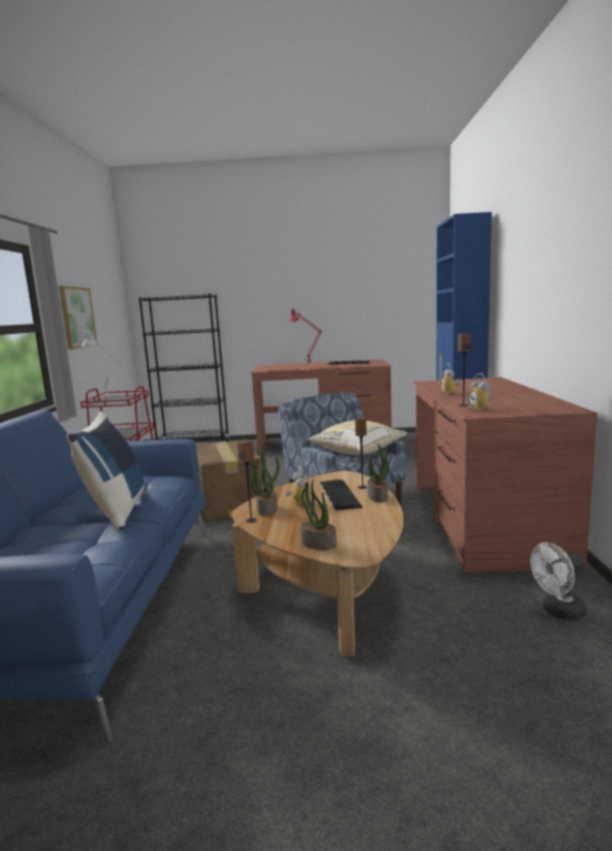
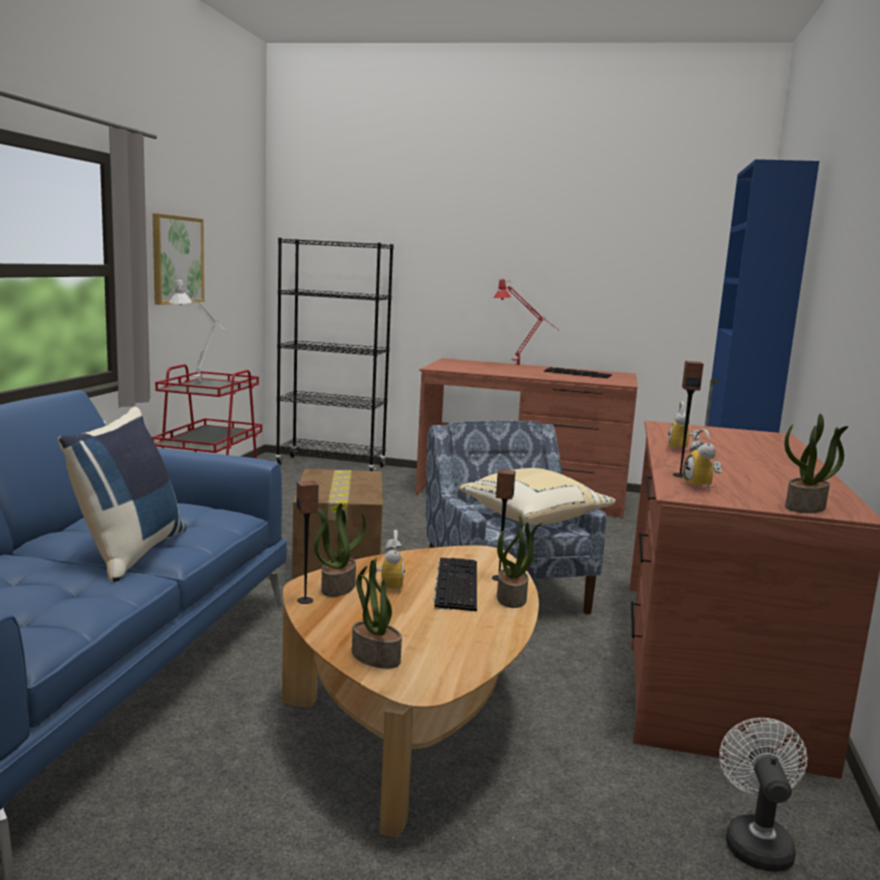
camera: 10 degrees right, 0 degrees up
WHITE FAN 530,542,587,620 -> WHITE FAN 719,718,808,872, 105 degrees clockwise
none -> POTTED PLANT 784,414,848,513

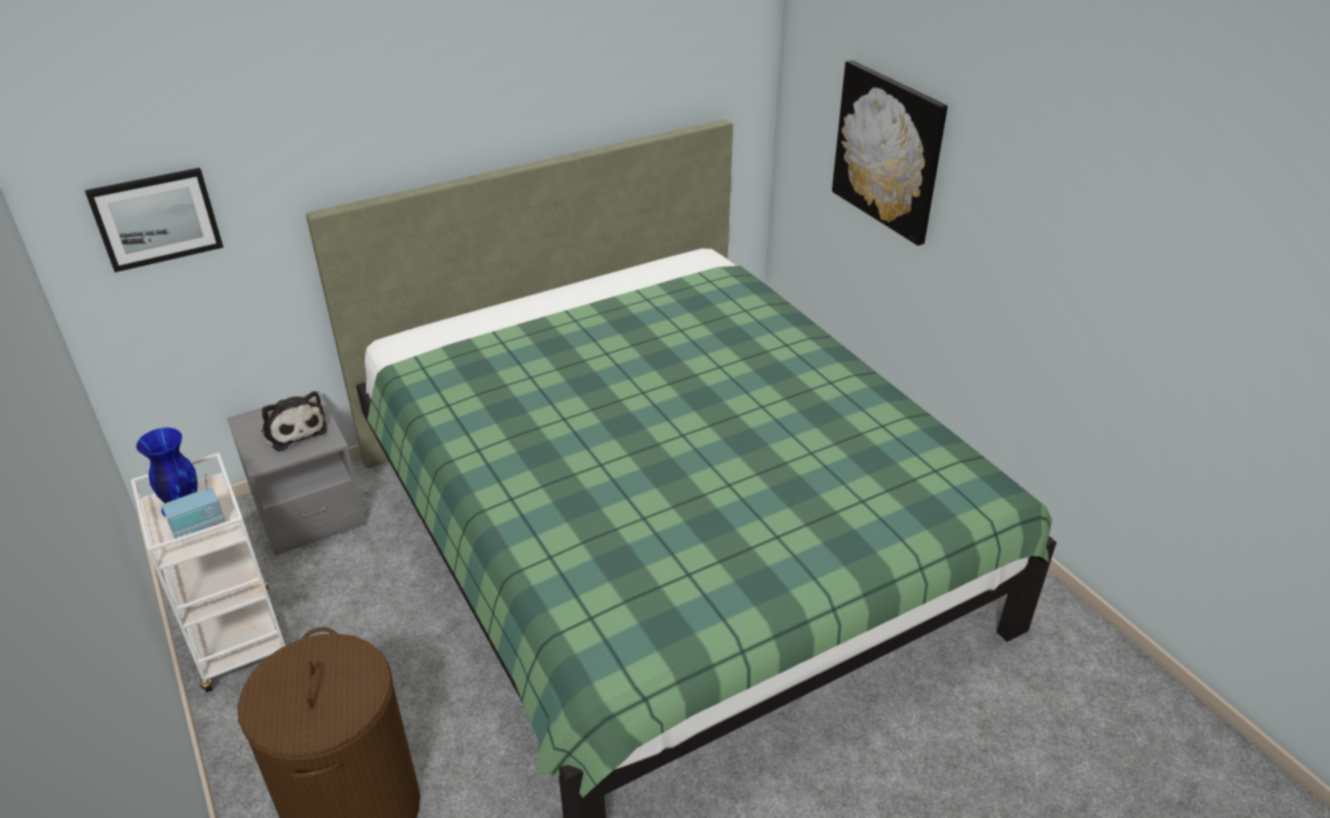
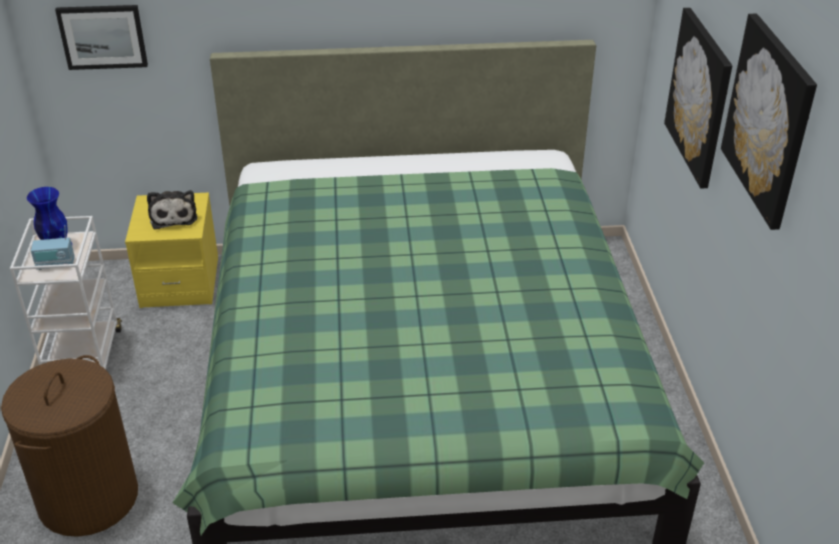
camera: 25 degrees right, 0 degrees up
GREYISH NIGHTSTAND 227,391,366,556 -> YELLOW NIGHTSTAND 125,193,218,308
none -> WALL PICTURE 721,14,817,230

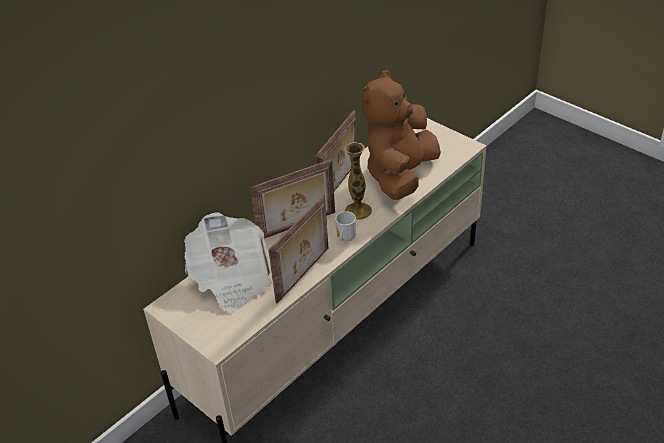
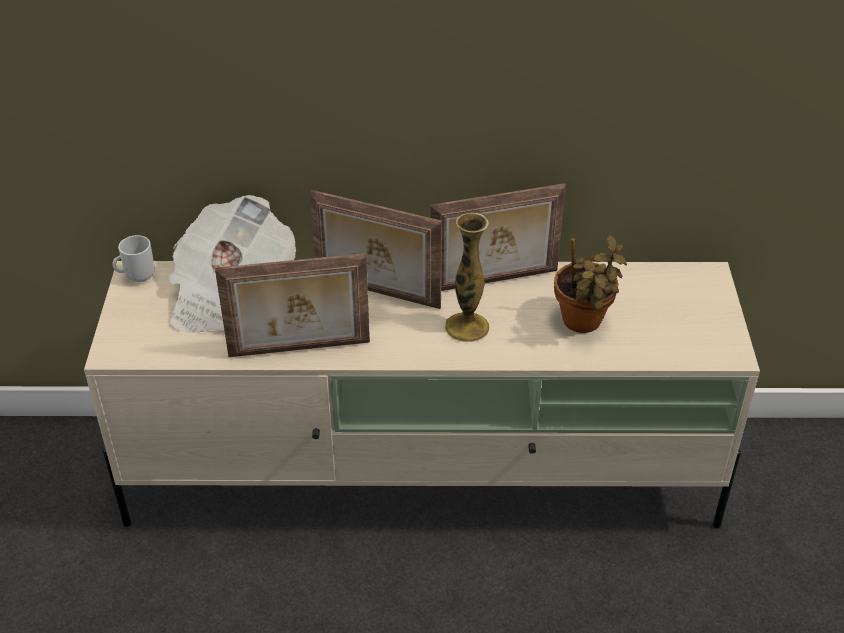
camera: 45 degrees right, 0 degrees up
BROWN CUDDLY TOY 361,70,441,200 -> POTTED PLANT 554,236,627,333
MUG 335,211,356,242 -> MUG 112,235,155,282, relocated

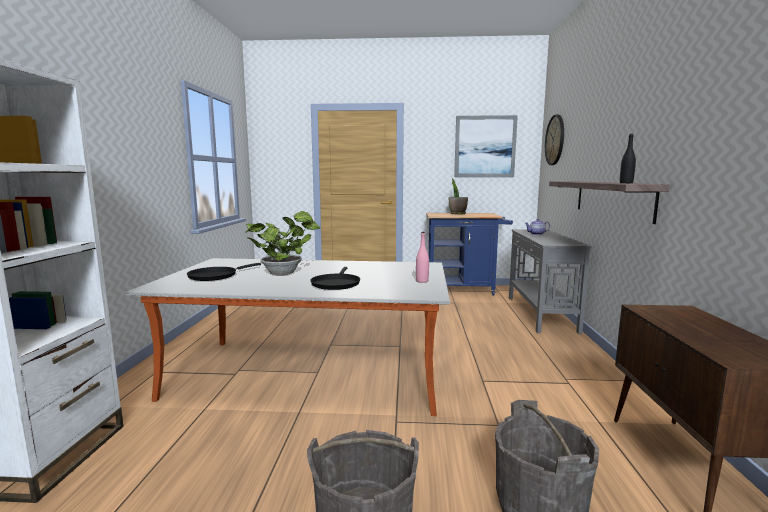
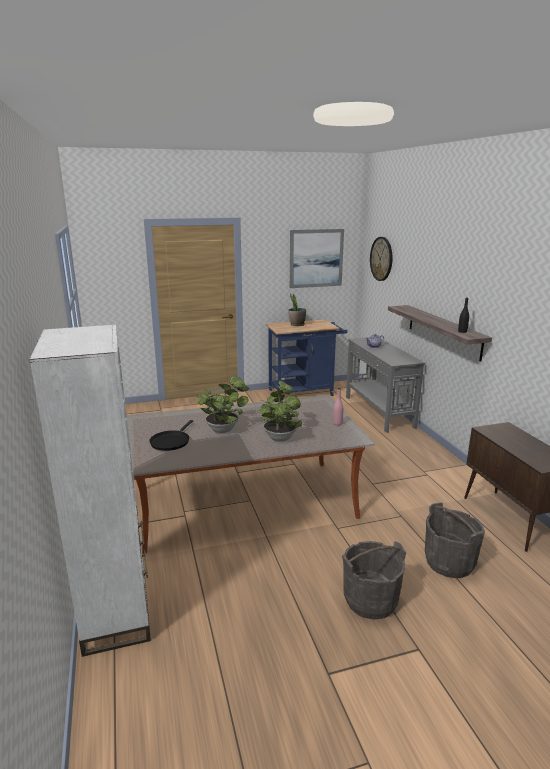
camera: 20 degrees left, 10 degrees up
BLACKISH FRYING PAN 311,267,360,290 -> POTTED PLANT 257,381,302,441

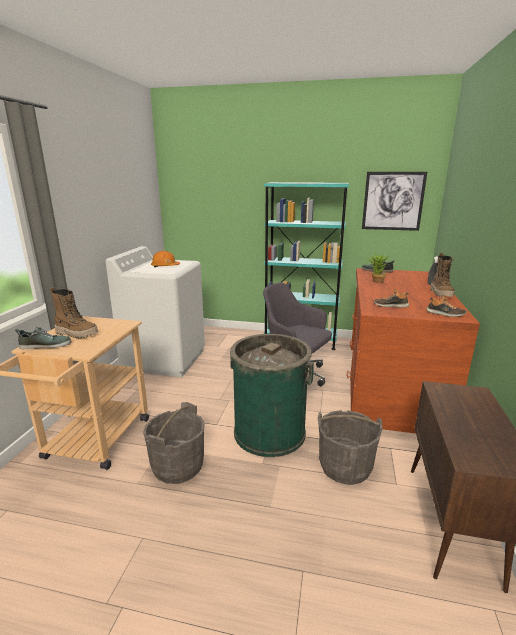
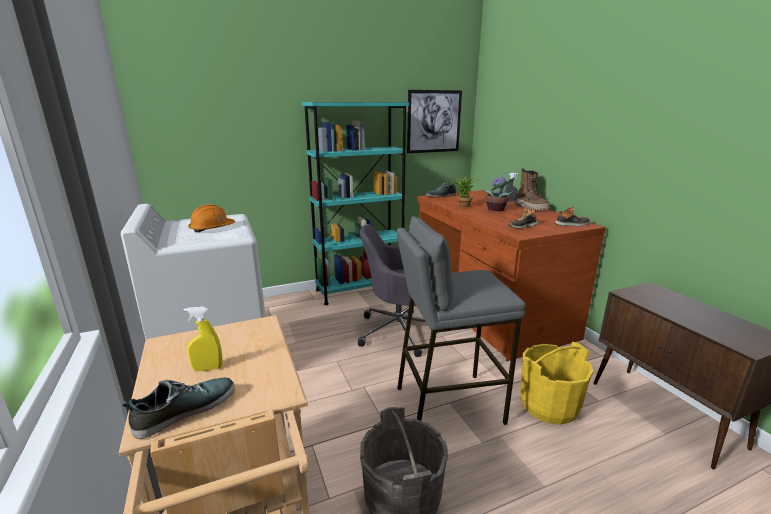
camera: 35 degrees left, 0 degrees up
HIGH-TOP BOOT 50,288,98,339 -> YELLOW SPRAY BOTTLE 184,306,222,372
GREEN TRASH CAN 230,334,314,457 -> GREYISH STOOL 397,216,526,425
GREYISH BUCKET 317,410,382,485 -> YELLOW BUCKET 520,342,593,425
none -> POTTED PLANT 483,172,516,211

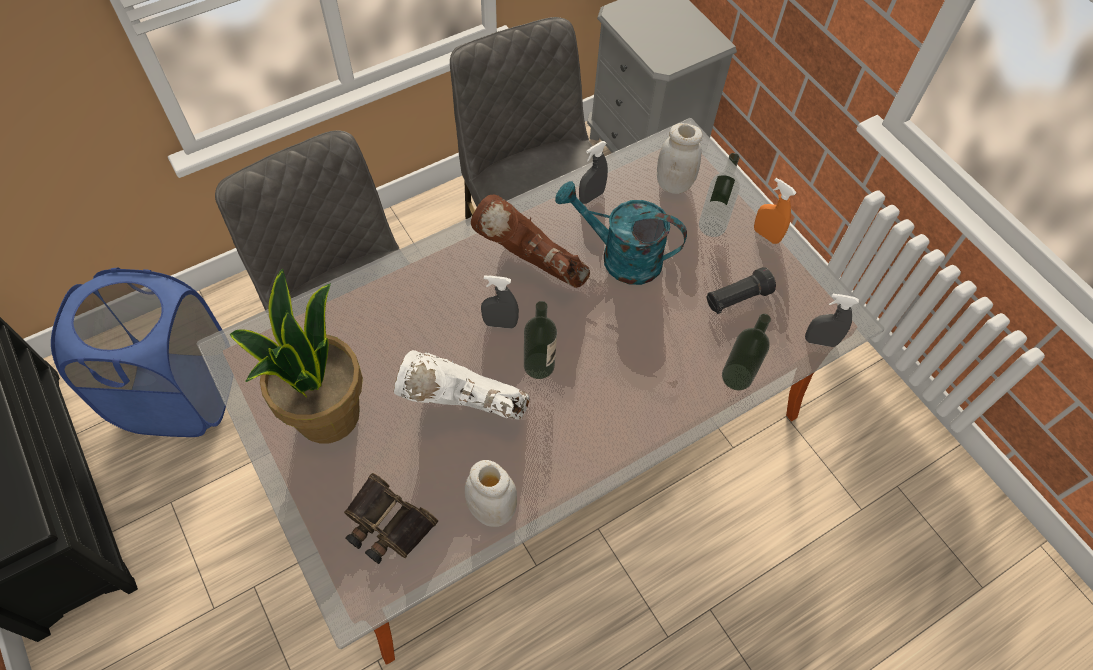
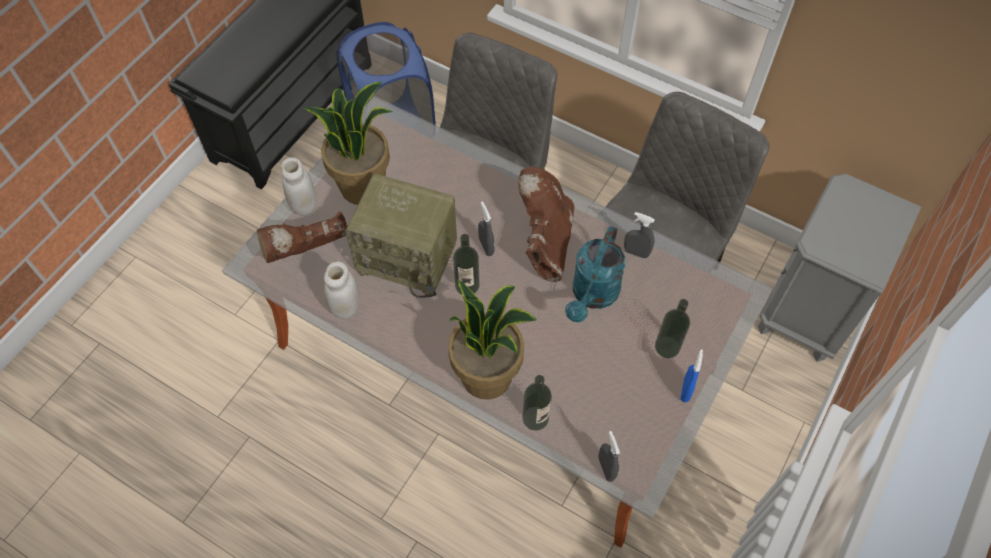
camera: 65 degrees right, 0 degrees up
WHITE STORAGE JAR 657,123,702,194 -> WHITE STORAGE JAR 281,157,316,215, relocated
ORANGE SPRAY BOTTLE 754,178,796,244 -> BLUISH SPRAY BOTTLE 680,349,703,402
BLUE-GREEN WATERING POT 555,181,687,285 -> BLUE-GREEN WATERING POT 565,226,625,322, 150 degrees counterclockwise
BLACKISH FLASHLIGHT 706,267,776,314 -> none
WHITE HIGH-TOP BOOT 394,350,530,419 -> RADIO RECEIVER 345,174,457,298
FIELD GLASSES 344,473,438,564 -> BROWN HIGH-TOP BOOT 257,211,347,263
none -> POTTED PLANT 448,279,537,400

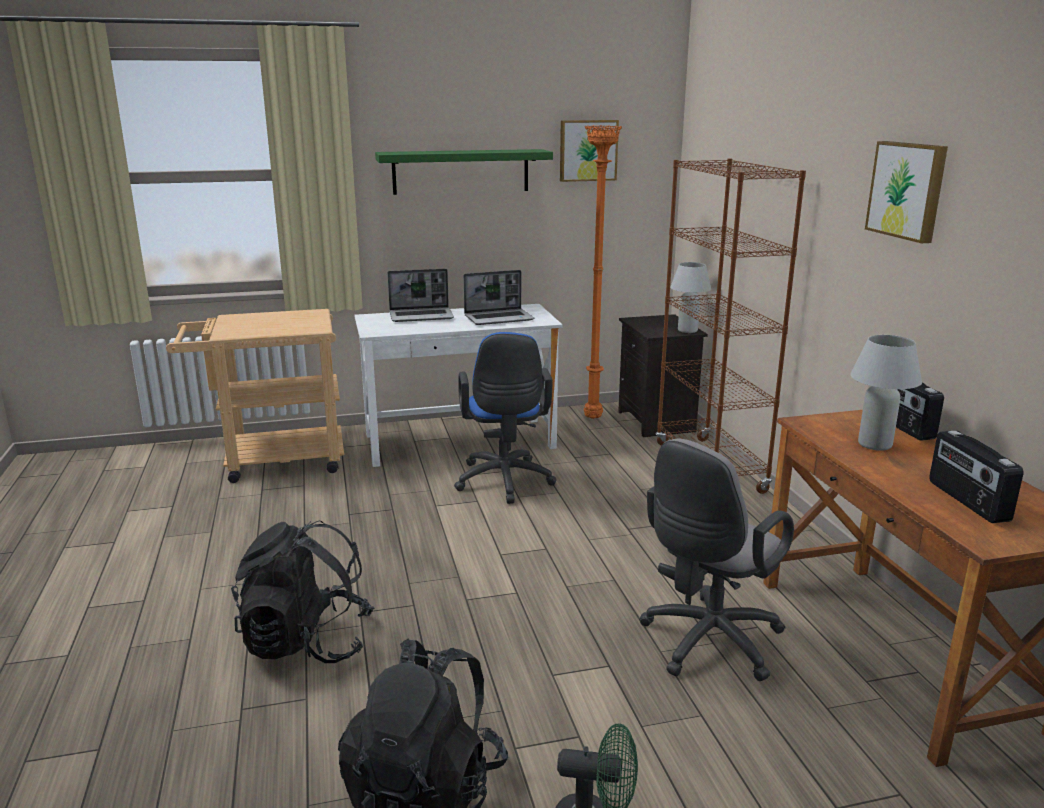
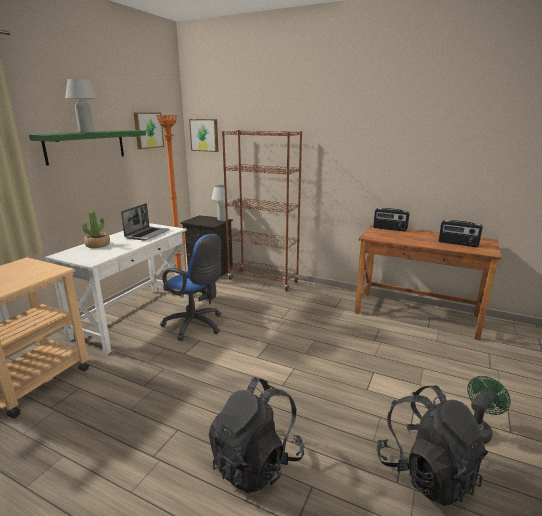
camera: 50 degrees left, 0 degrees up
WALL PICTURE 865,141,948,243 -> WALL PICTURE 189,119,218,152, relocated
LAPTOP 387,269,454,322 -> POTTED PLANT 82,210,110,248
WHITE TABLETOP LAMP 850,335,922,451 -> WHITE TABLETOP LAMP 65,79,97,133, relocated
GREYISH OFFICE CHAIR 639,439,794,681 -> none

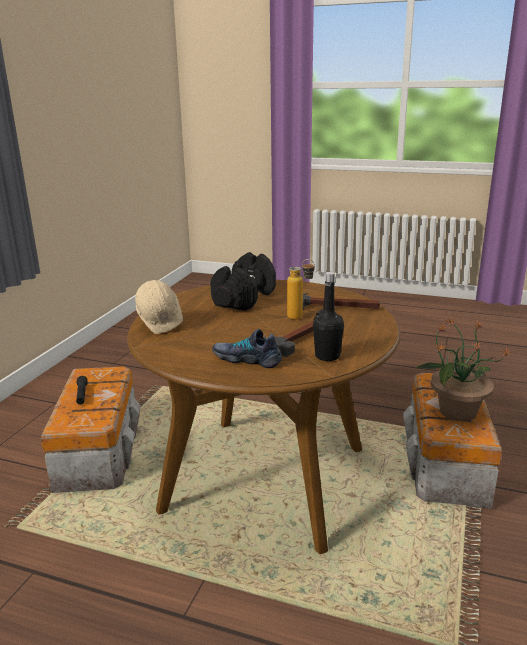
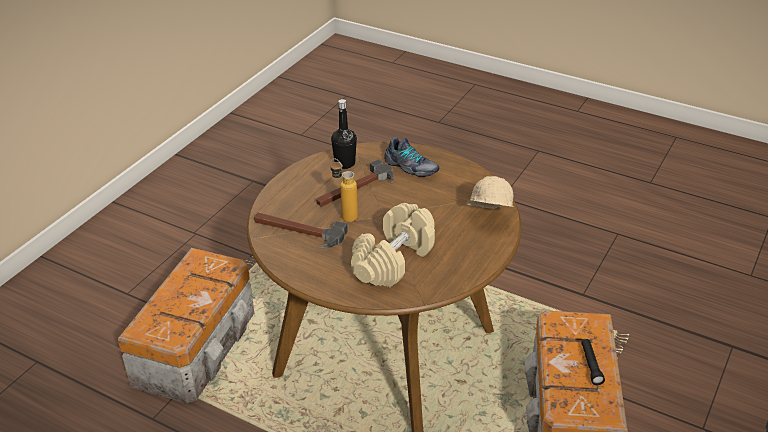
camera: 170 degrees left, 15 degrees up
BLACKISH FREE WEIGHT 210,252,276,311 -> SAND-COLOURED FREE WEIGHT 351,203,435,287
POTTED PLANT 415,317,510,421 -> none

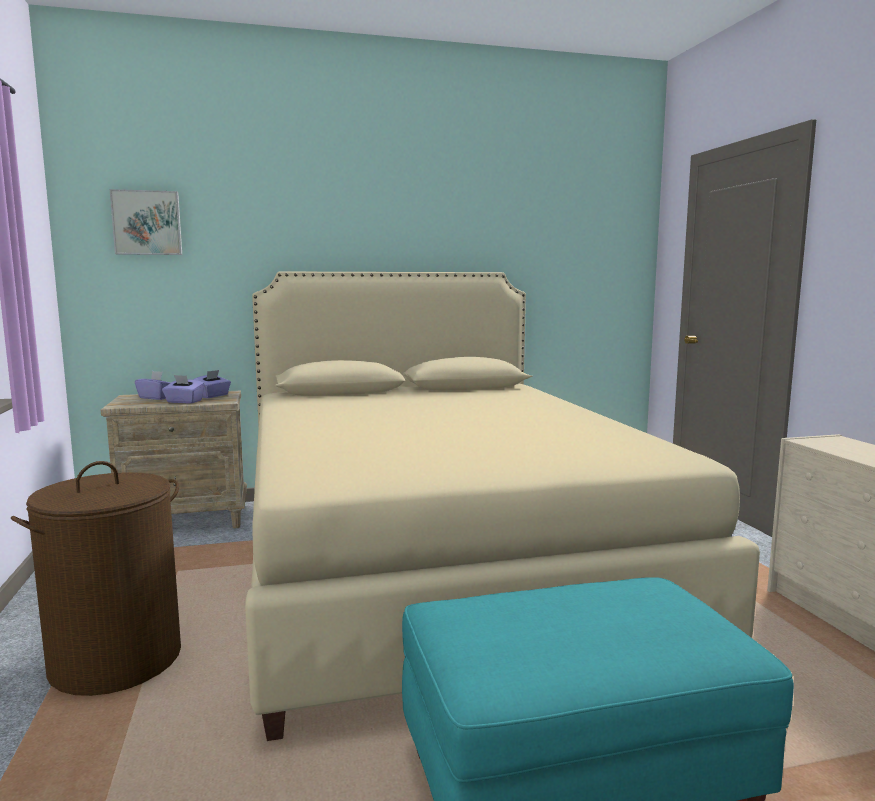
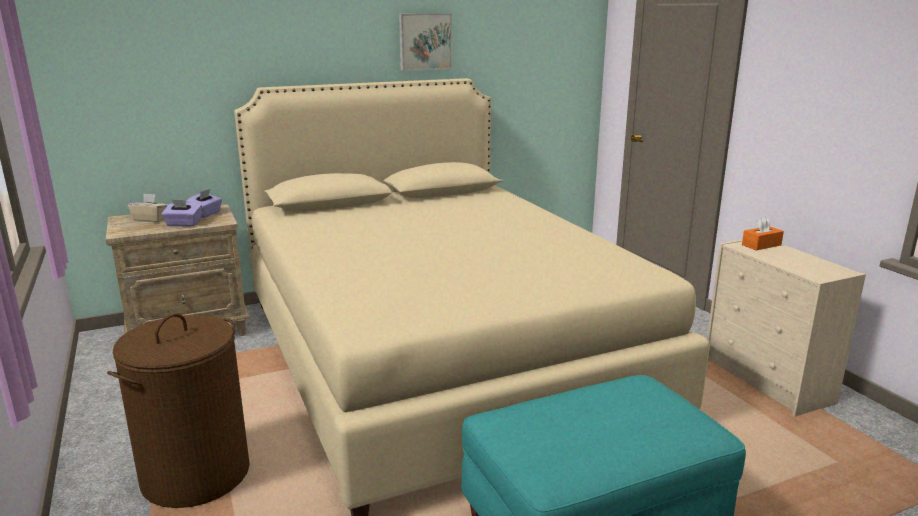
camera: 10 degrees left, 10 degrees up
WALL PICTURE 110,189,182,255 -> WALL PICTURE 399,14,452,71, relocated
PURPLE-COLOURED BOX OF TISSUES 135,371,171,400 -> SAND-COLOURED BOX OF TISSUES 128,194,168,222
none -> ORANGE BOX OF TISSUES 742,216,784,250

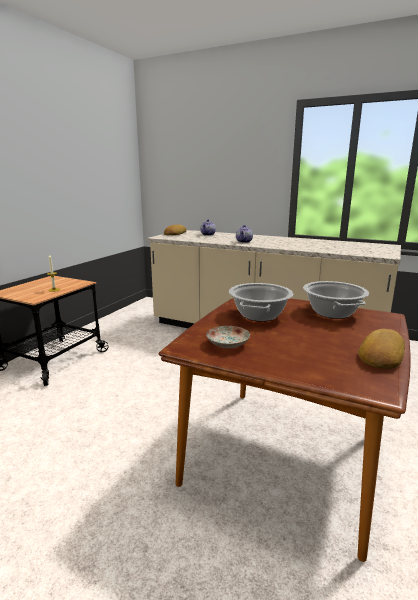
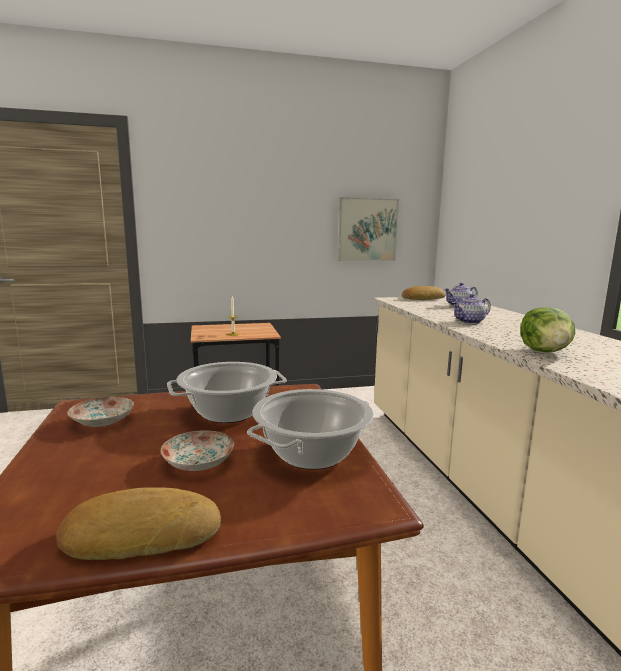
camera: 50 degrees right, 5 degrees down
none -> WALL PICTURE 337,197,399,261
none -> LETTUCE 521,307,575,352
none -> PLATE 161,430,234,471

